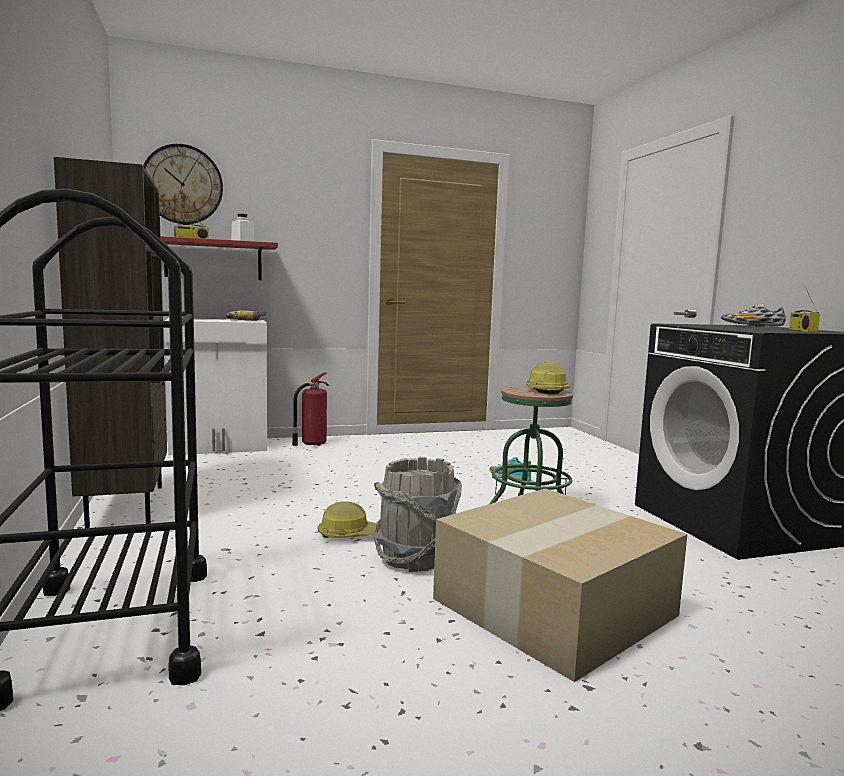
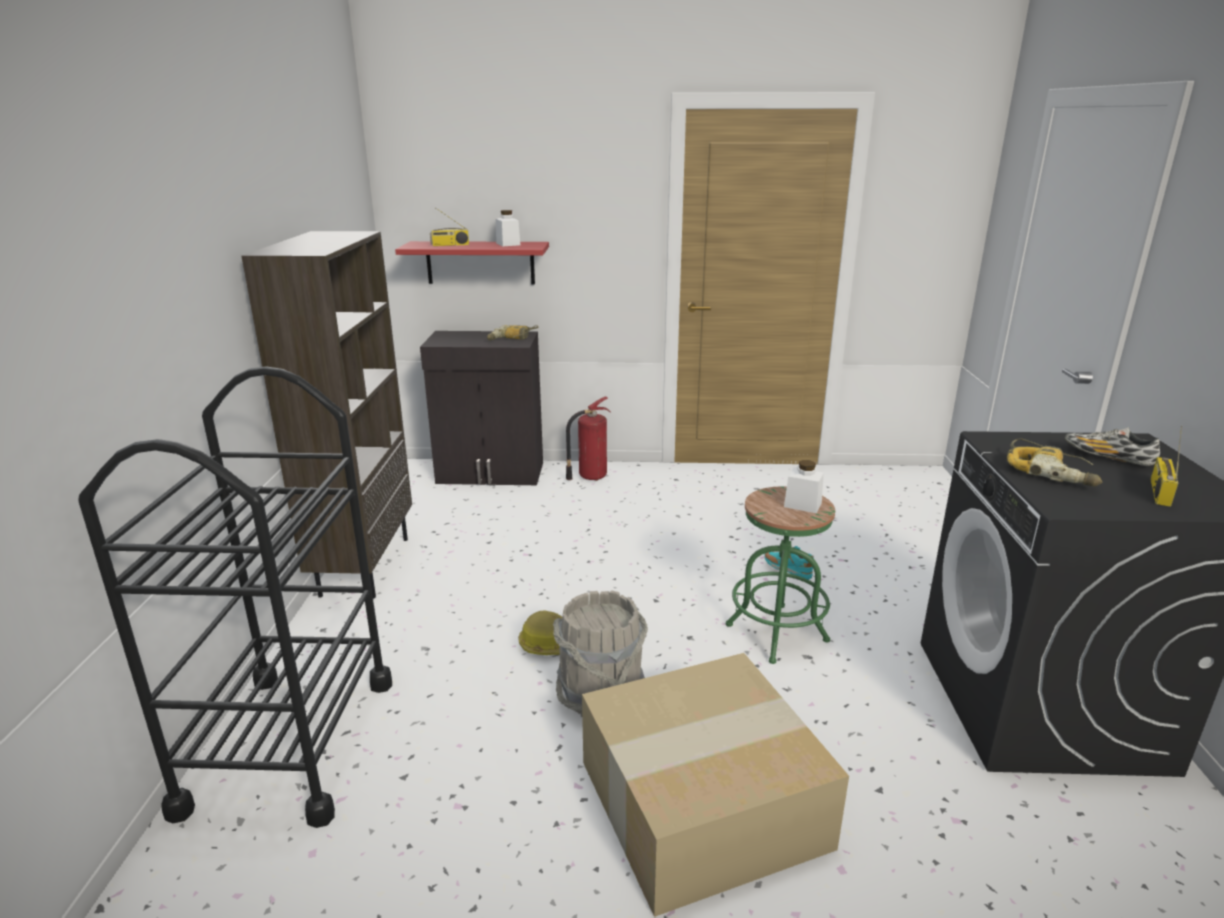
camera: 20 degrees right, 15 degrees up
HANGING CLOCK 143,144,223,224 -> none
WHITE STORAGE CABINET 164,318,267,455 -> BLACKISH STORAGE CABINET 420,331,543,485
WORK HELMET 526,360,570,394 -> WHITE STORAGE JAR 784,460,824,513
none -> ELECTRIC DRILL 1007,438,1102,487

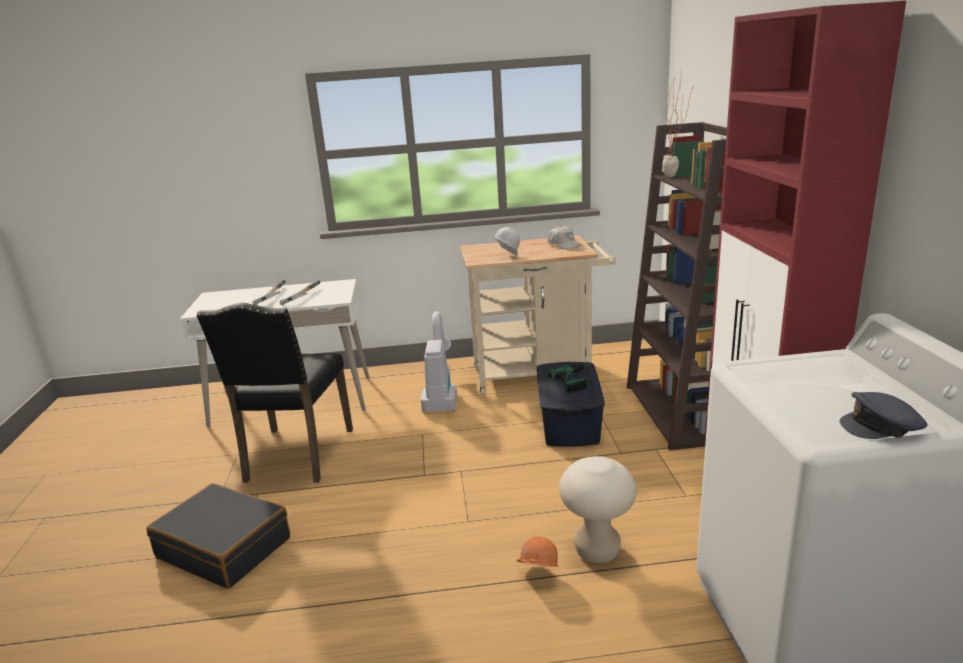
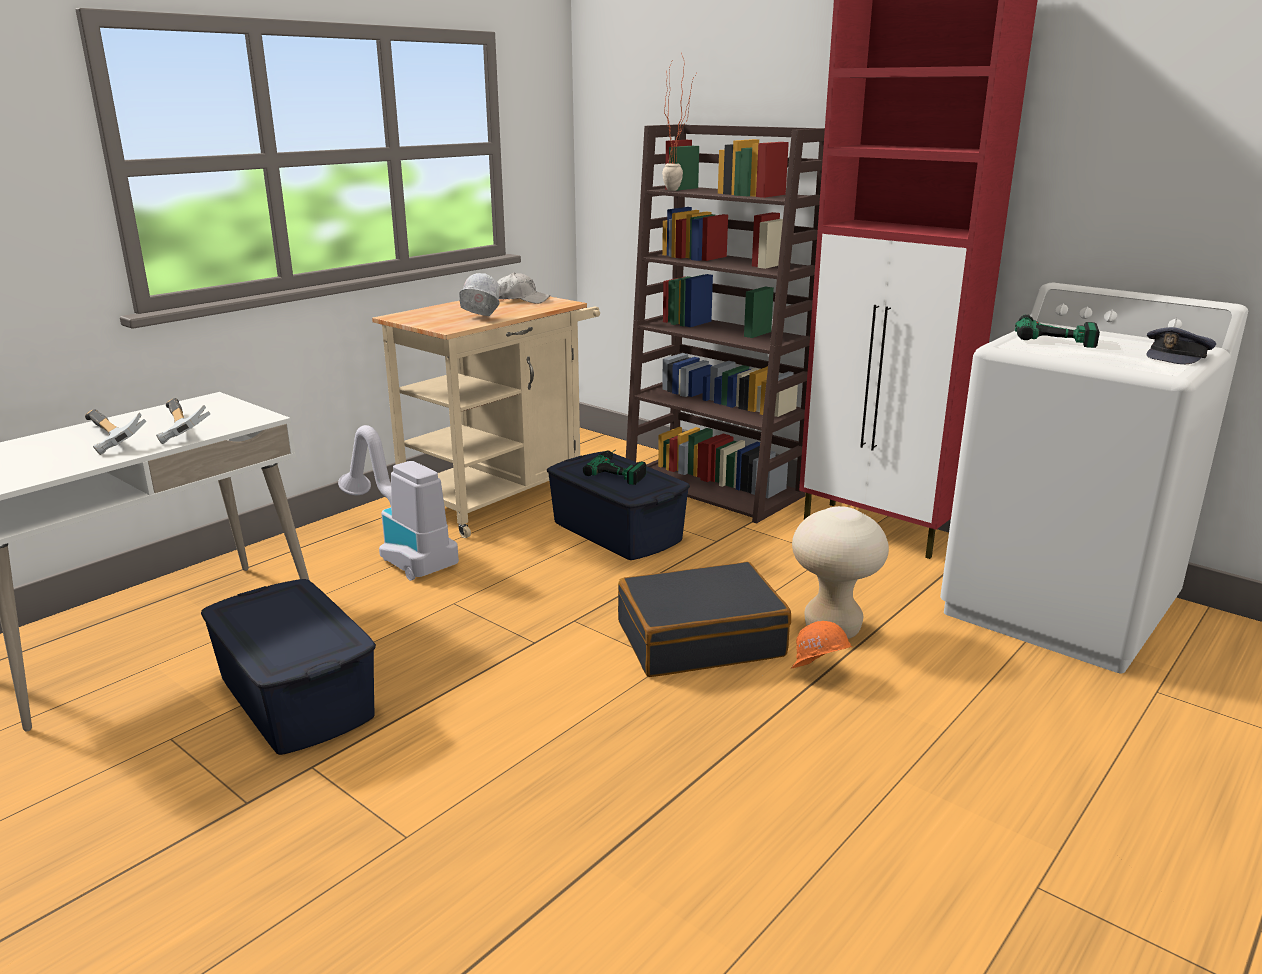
camera: 45 degrees left, 0 degrees up
BLACKISH PLAIN CHAIR 197,303,353,483 -> BLUISH STORAGE BOX 201,579,376,755
BLACKISH TRAVEL CASE 146,483,290,589 -> BLACKISH TRAVEL CASE 618,562,791,677, relocated
none -> ELECTRIC DRILL 1015,315,1100,348

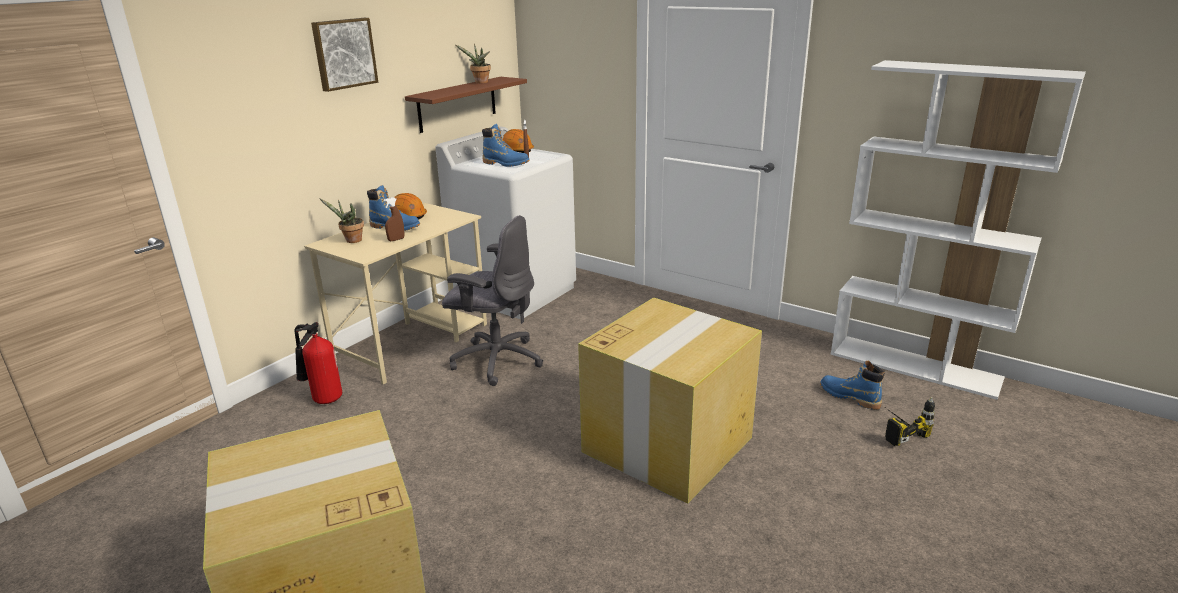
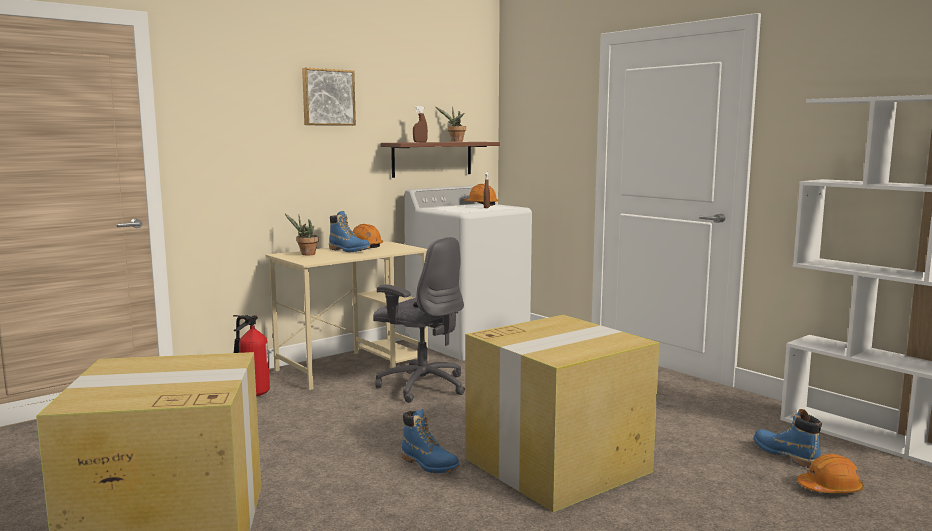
camera: 15 degrees right, 15 degrees down
BLUISH HIGH-TOP BOOT 482,124,530,167 -> BLUISH HIGH-TOP BOOT 401,409,460,473, relocated
BROWN SPRAY BOTTLE 383,197,404,241 -> BROWN SPRAY BOTTLE 413,106,428,142, relocated
ELECTRIC DRILL 885,397,935,446 -> ORANGE WORK HELMET 797,454,864,493

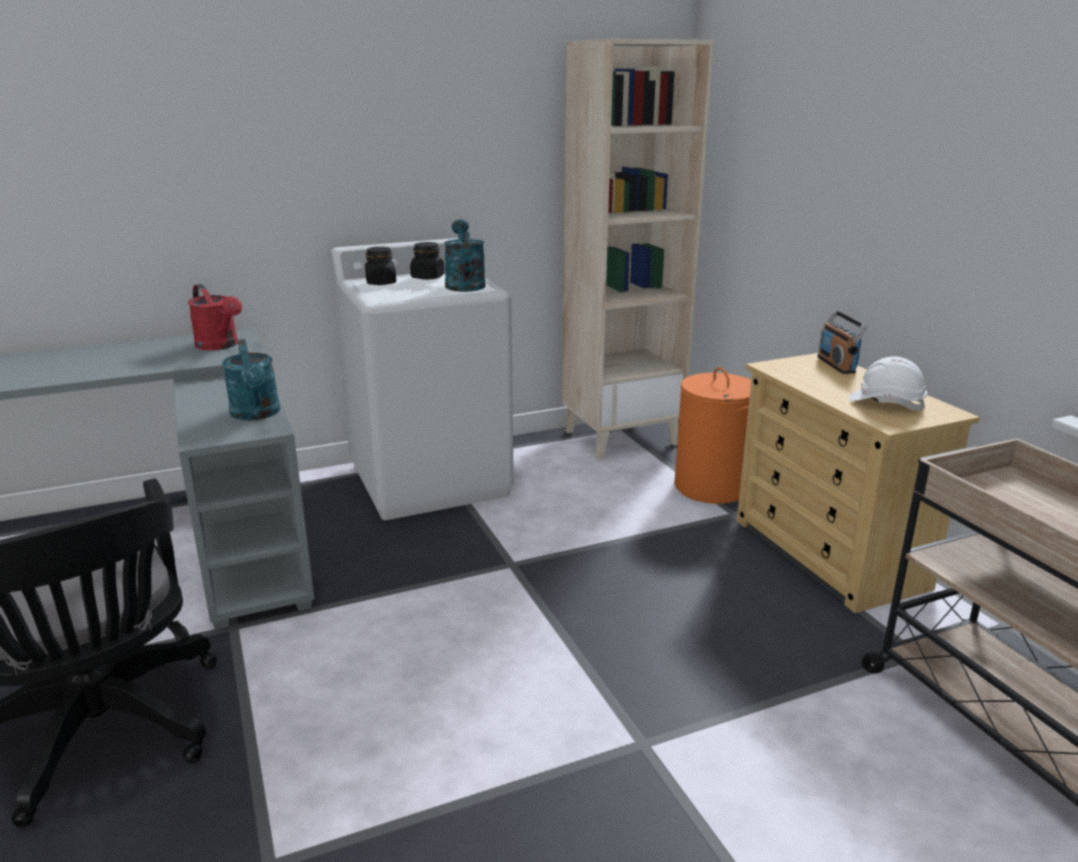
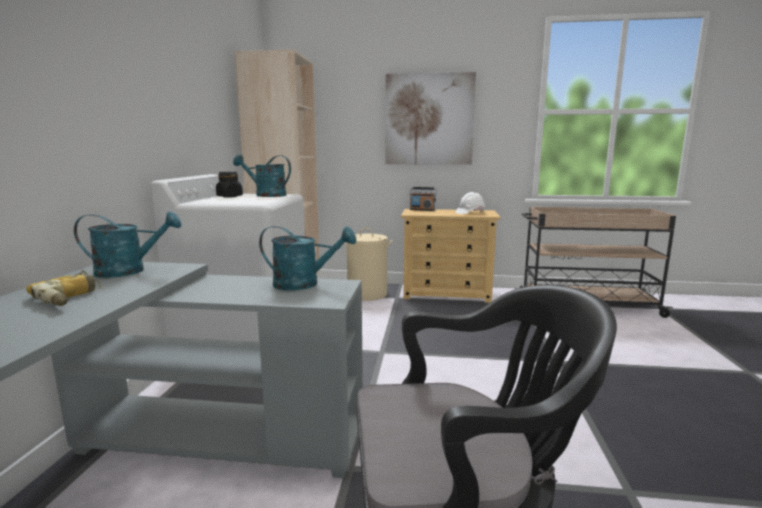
camera: 60 degrees left, 10 degrees down
BLACKISH STORAGE JAR 365,247,396,285 -> none
REDDISH WATERING POT 188,284,242,350 -> BLUE-GREEN WATERING POT 74,211,181,278
ORANGE WASHING BASKET 674,367,751,504 -> SAND-COLOURED WASHING BASKET 344,228,393,301
none -> WALL PICTURE 386,72,476,165
none -> ELECTRIC DRILL 26,270,101,306

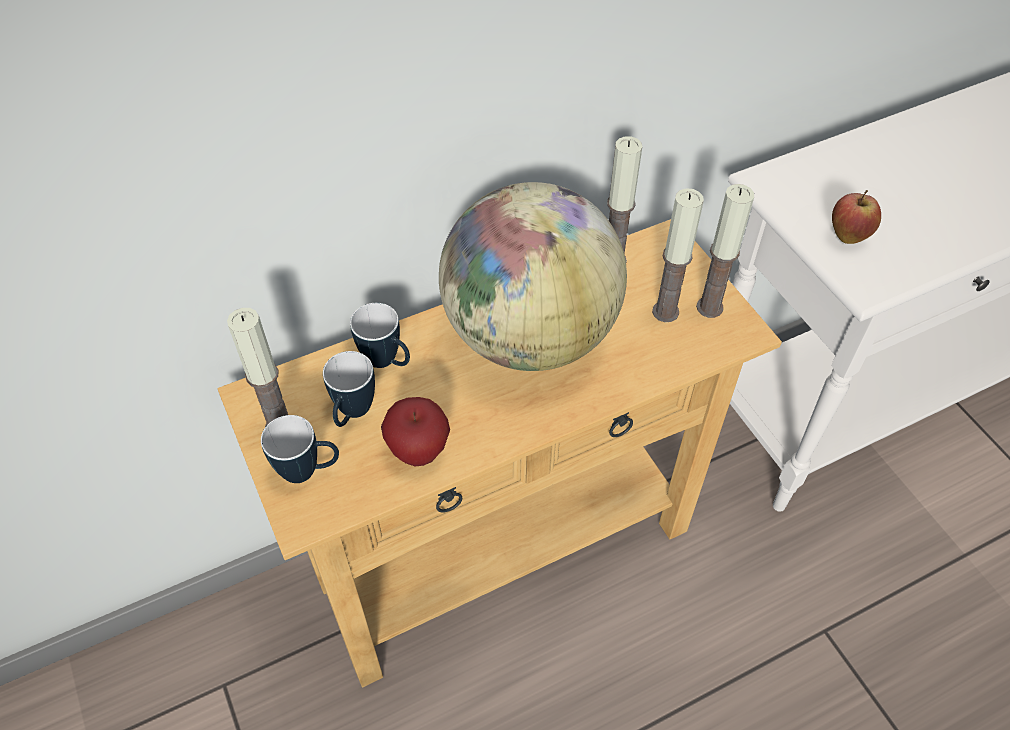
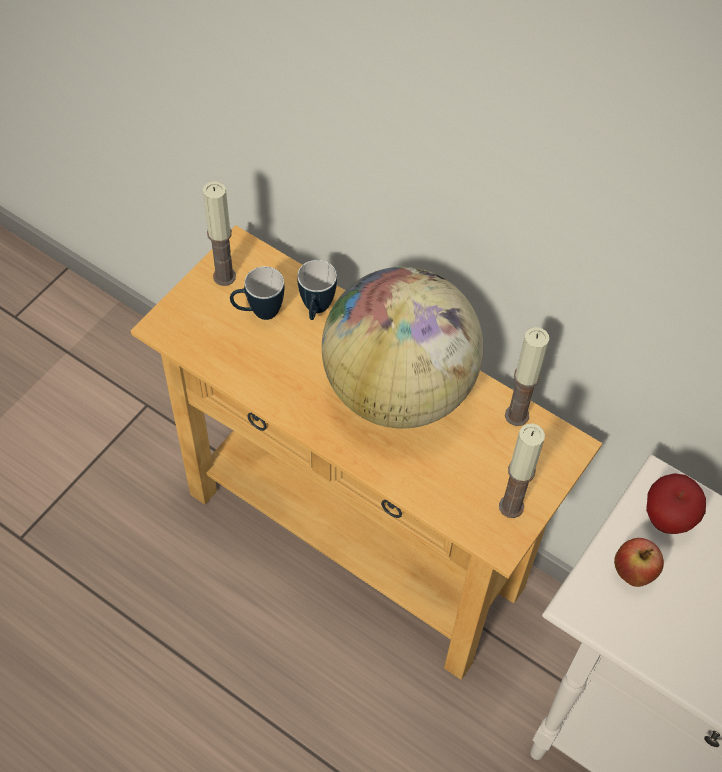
camera: 60 degrees right, 5 degrees up
CANDLE 652,188,704,322 -> none
APPLE FRUIT 381,397,450,466 -> APPLE FRUIT 646,473,706,534, relocated
MUG 261,415,339,483 -> none

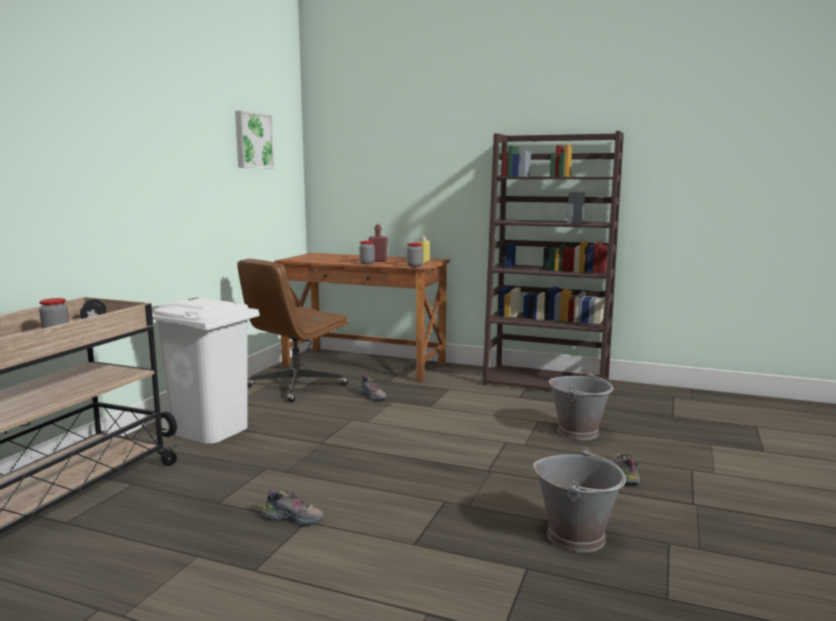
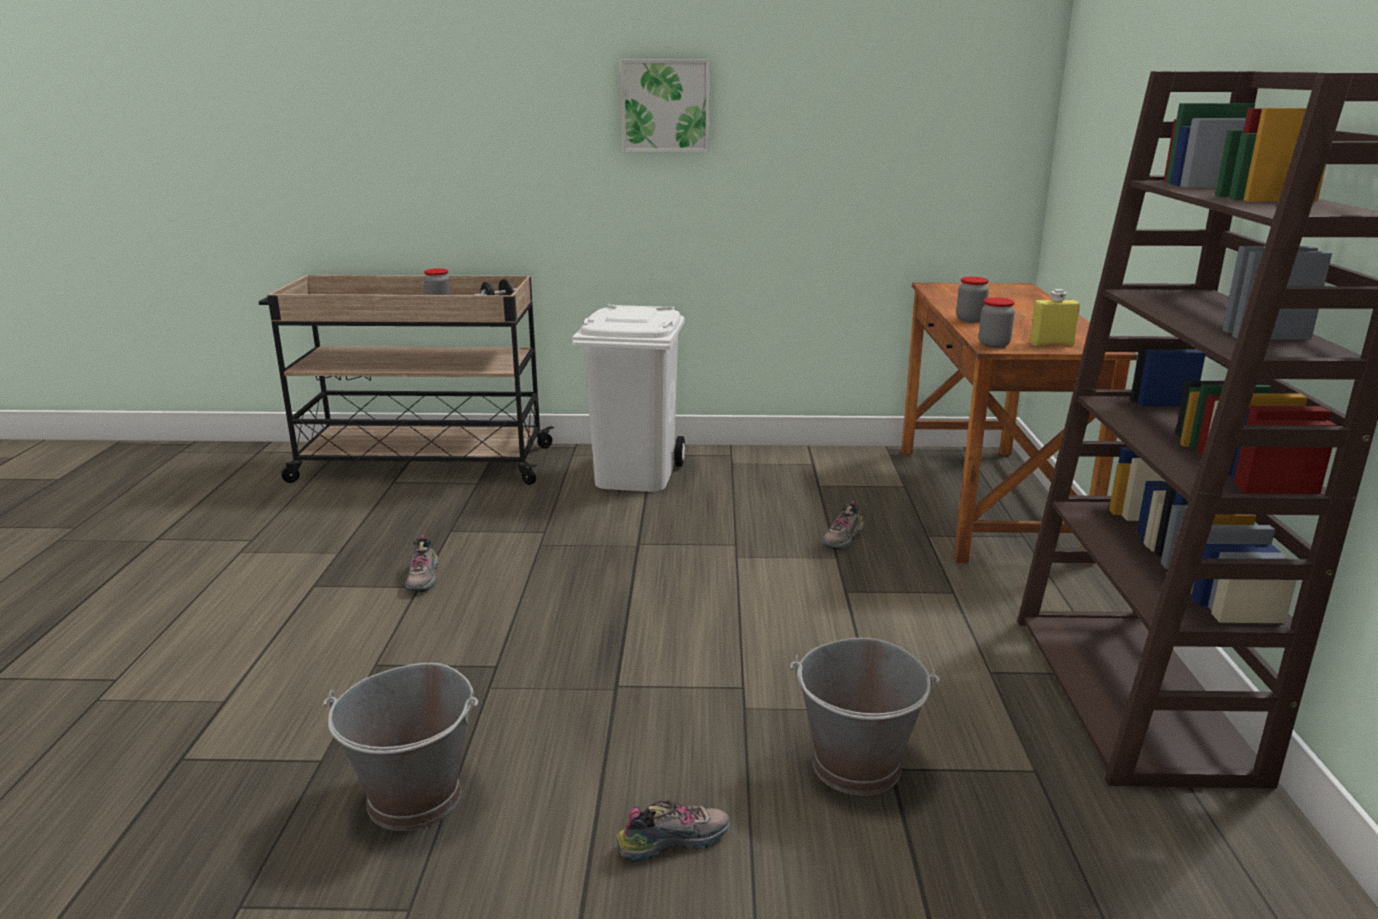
camera: 70 degrees right, 10 degrees up
WALL PICTURE 235,111,275,168 -> WALL PICTURE 621,59,710,152, relocated
REDDISH BEVERAGE BOTTLE 368,224,388,261 -> none
BROWN OFFICE CHAIR 237,259,348,402 -> none

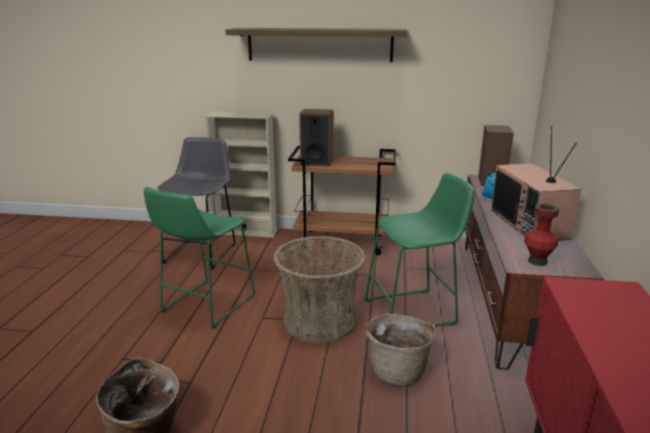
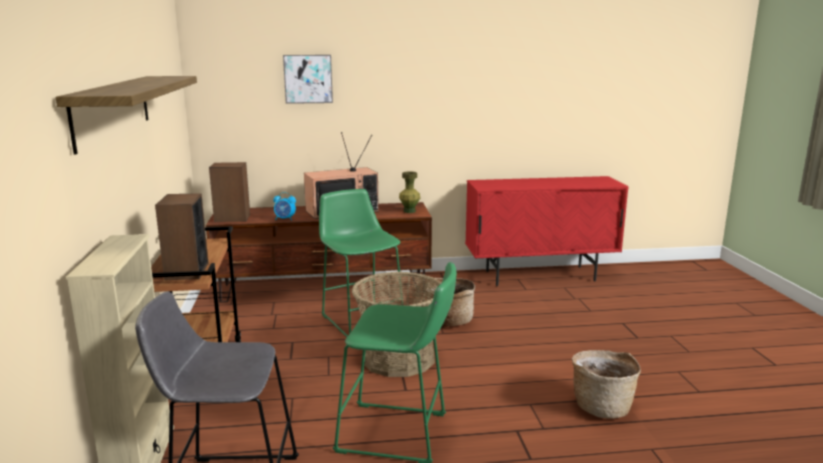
camera: 105 degrees left, 5 degrees down
REDDISH FLOWER VASE 524,204,559,266 -> GREEN FLOWER VASE 399,171,420,213
none -> WALL PICTURE 283,55,333,104

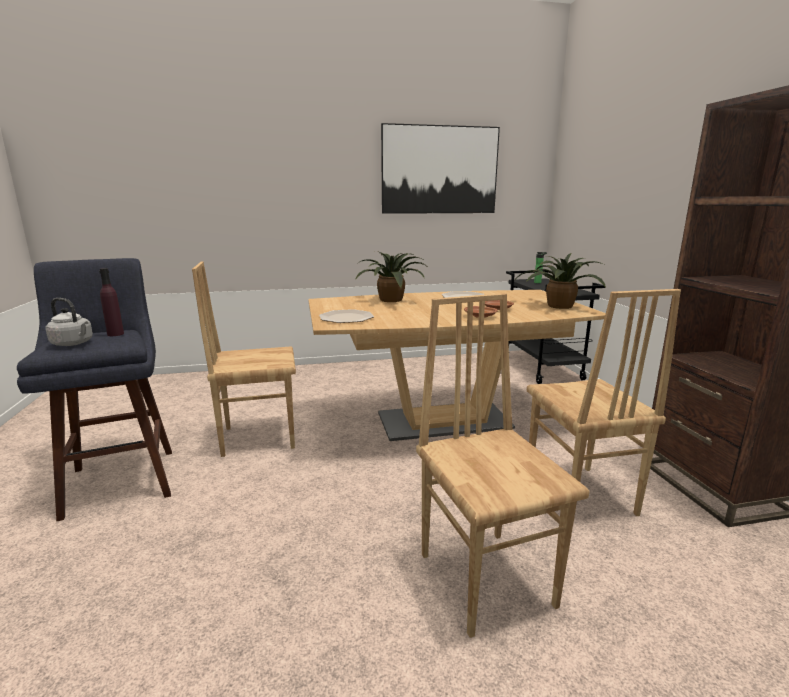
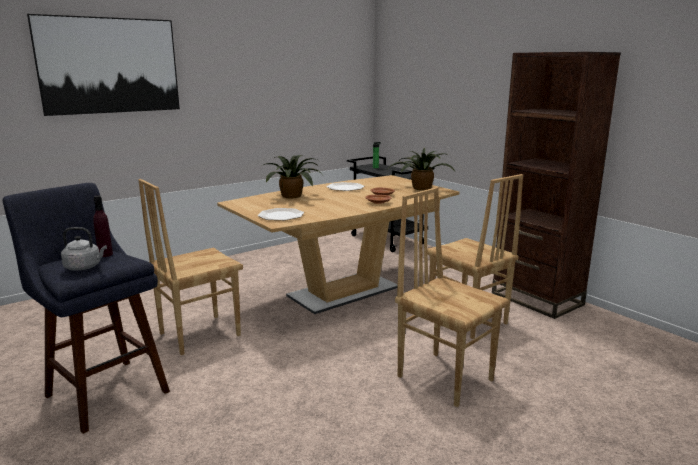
camera: 25 degrees left, 0 degrees up
WALL PICTURE 381,123,500,214 -> WALL PICTURE 27,14,180,116, relocated

